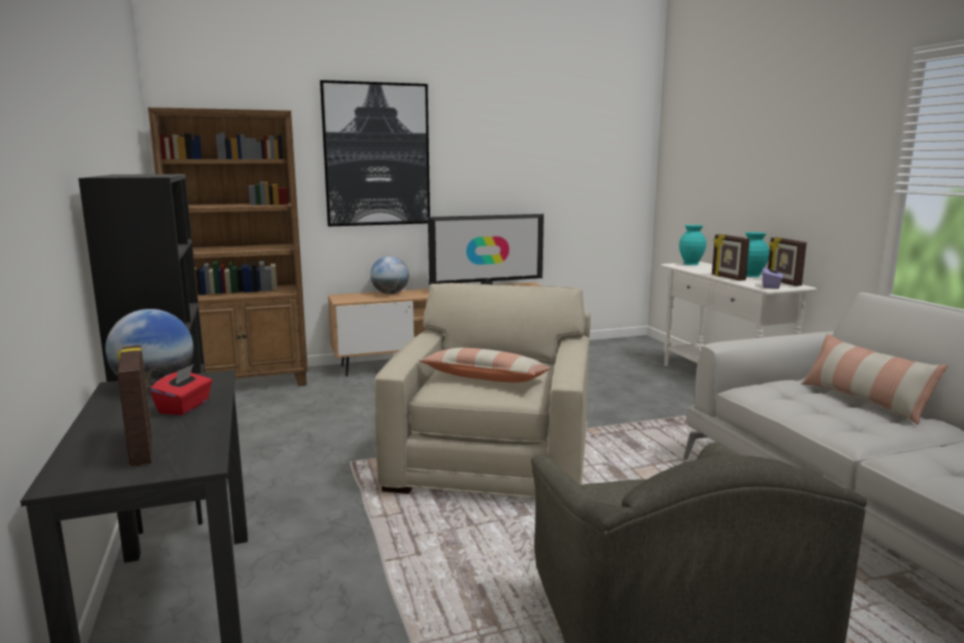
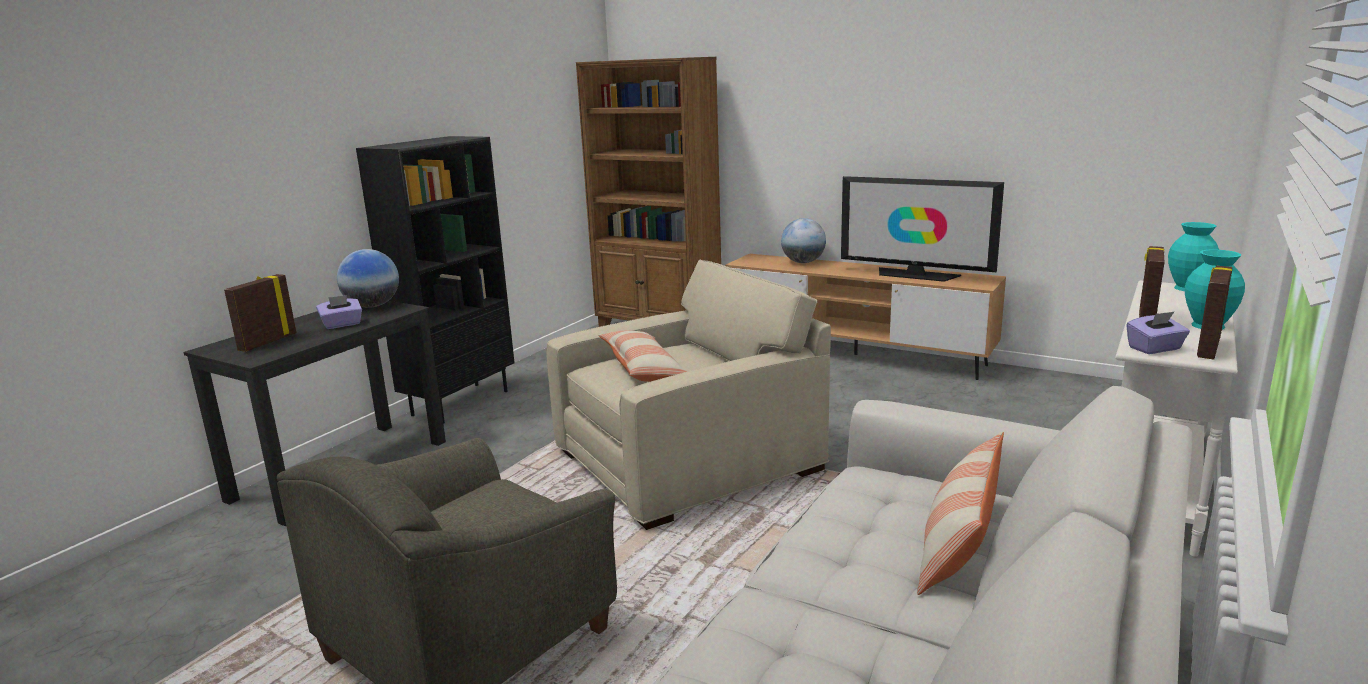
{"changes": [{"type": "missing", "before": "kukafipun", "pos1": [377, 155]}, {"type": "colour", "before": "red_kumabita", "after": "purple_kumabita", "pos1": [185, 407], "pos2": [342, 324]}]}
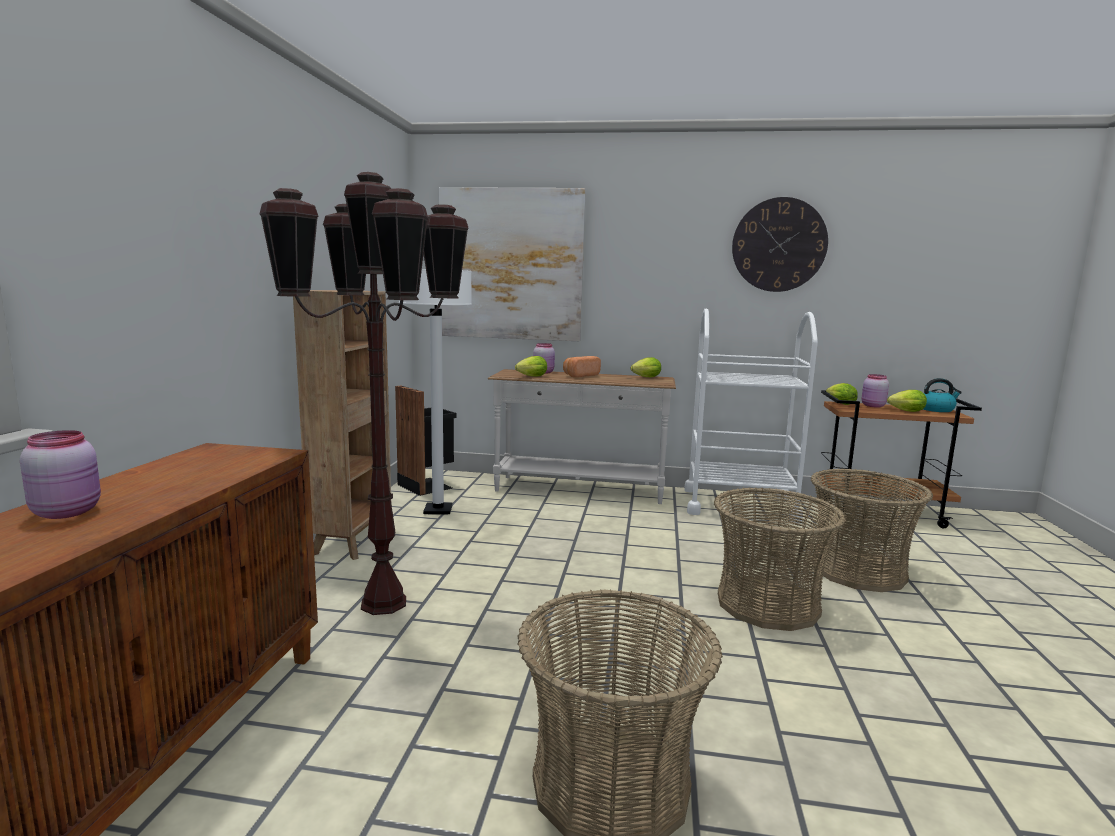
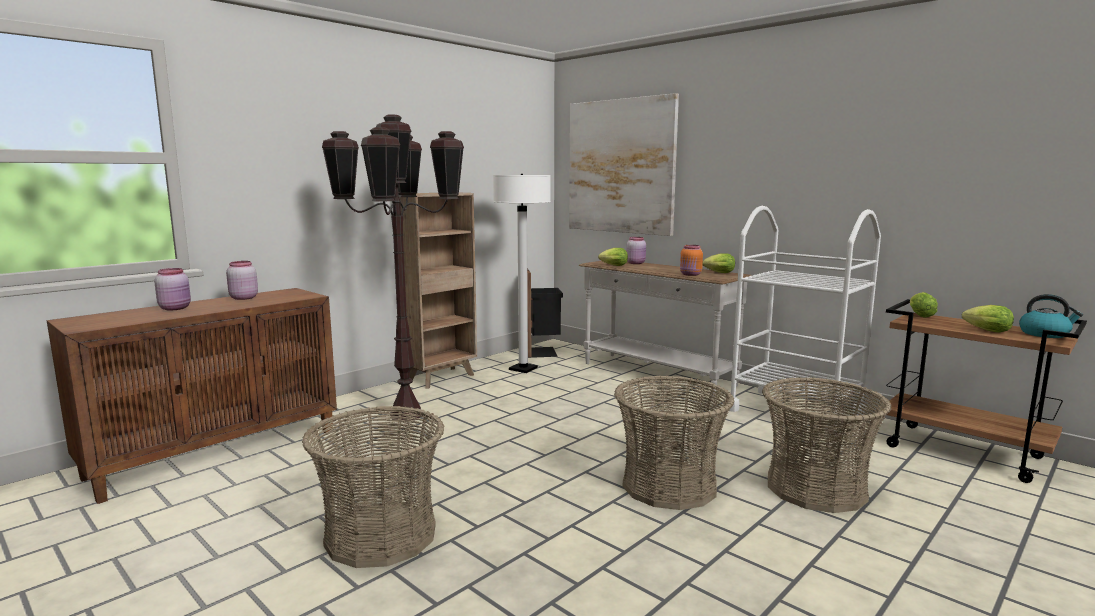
{"changes": [{"type": "missing", "before": "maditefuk", "pos1": [580, 375]}, {"type": "missing", "before": "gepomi", "pos1": [779, 245]}, {"type": "appeared", "after": "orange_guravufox", "pos2": [691, 274]}, {"type": "relocated", "before": "pink_guravufox", "pos1": [872, 406], "pos2": [243, 298]}]}
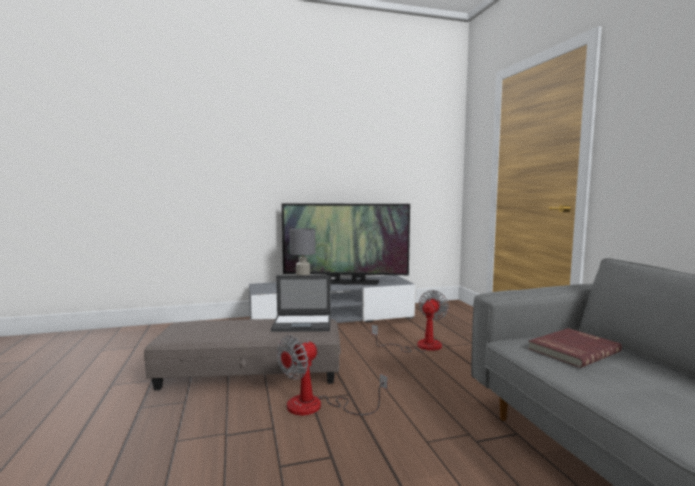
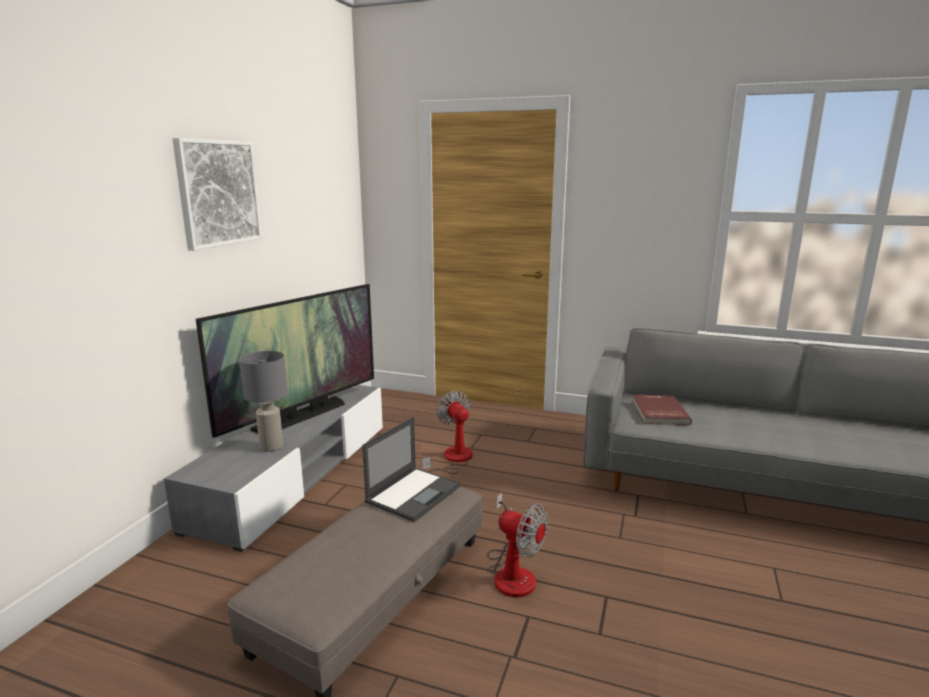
{"changes": [{"type": "appeared", "after": "kukafipun", "pos2": [218, 193]}, {"type": "spun", "before": "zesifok", "pos1": [317, 406], "pos2": [512, 572], "turn": -45}]}
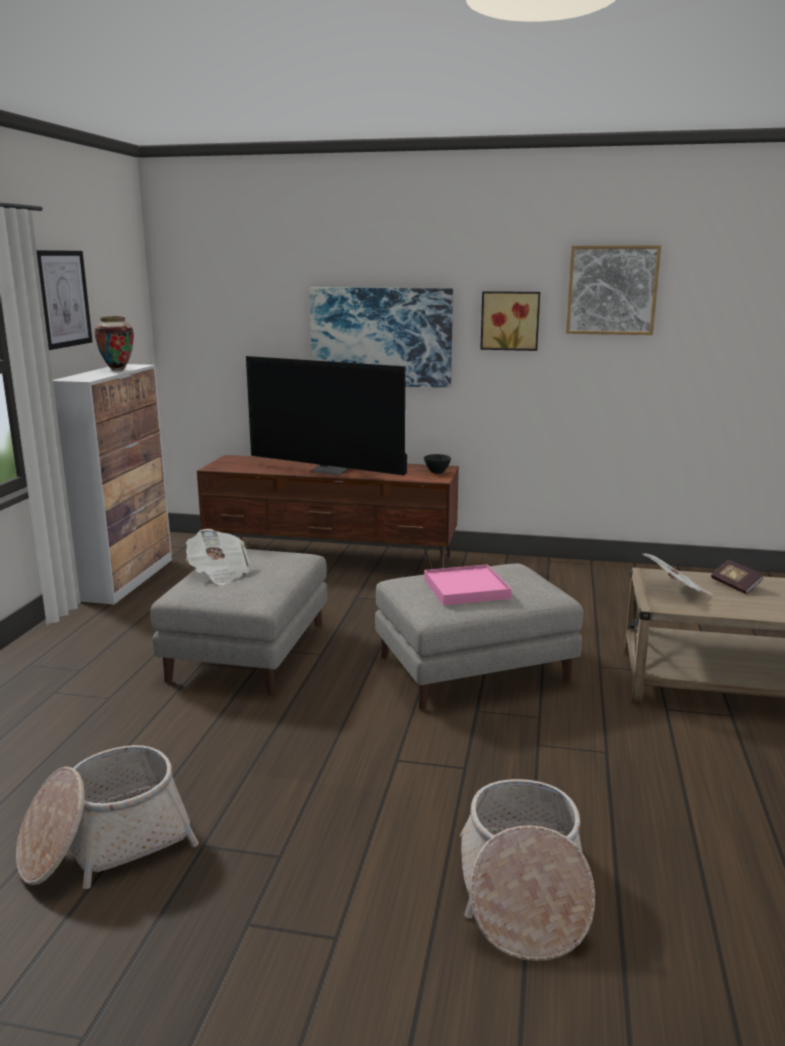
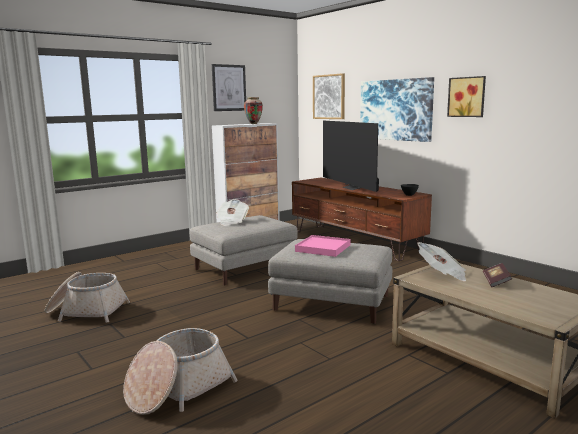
{"changes": [{"type": "relocated", "before": "kukafipun", "pos1": [612, 290], "pos2": [329, 97]}]}
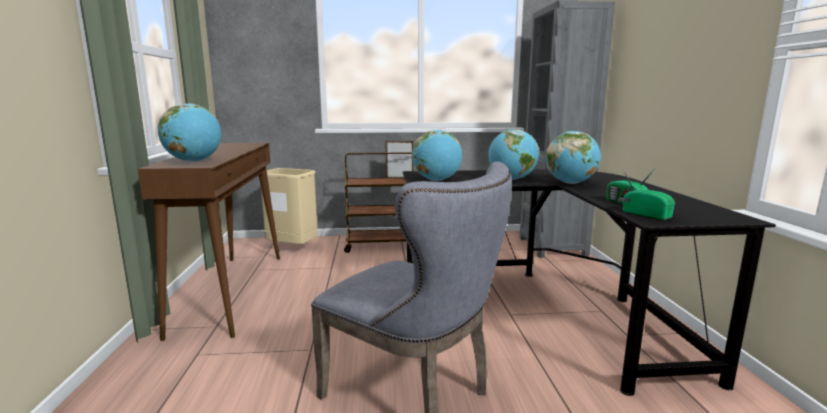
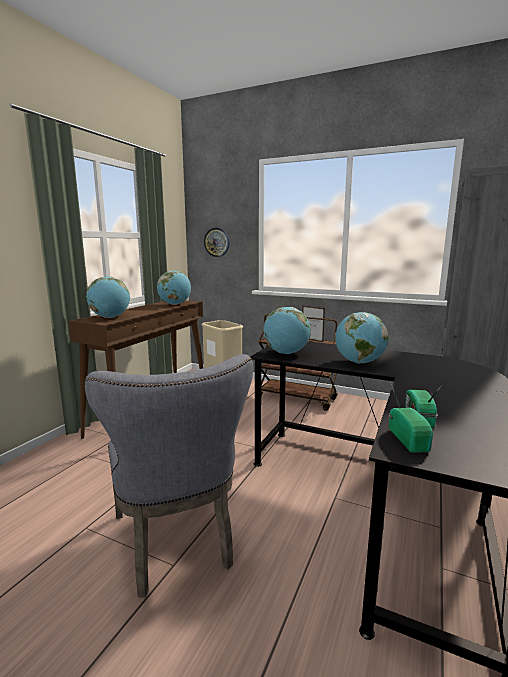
{"changes": [{"type": "appeared", "after": "gepomi", "pos2": [217, 242]}, {"type": "relocated", "before": "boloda", "pos1": [570, 183], "pos2": [175, 304]}]}
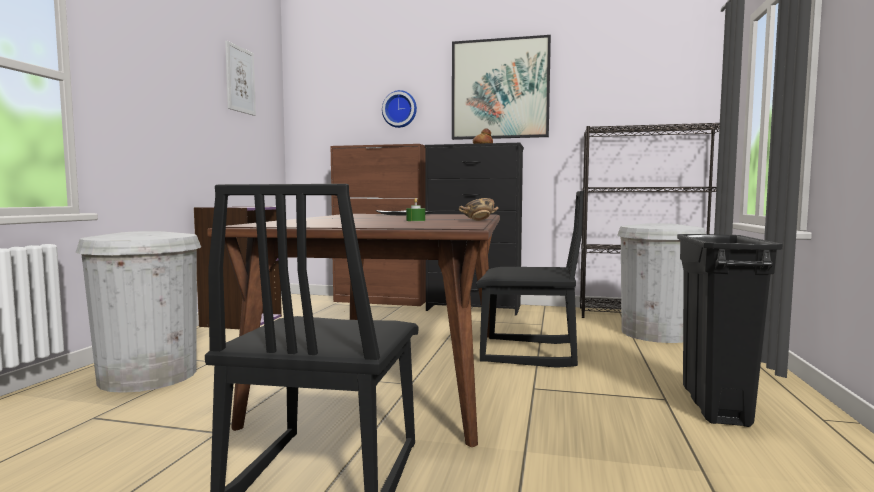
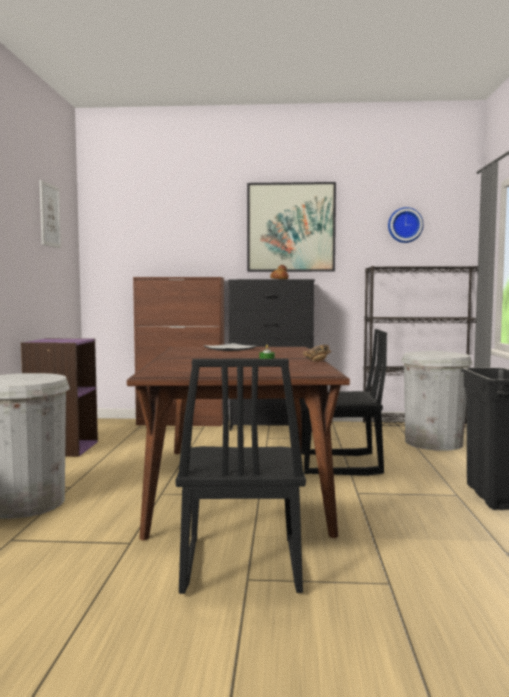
{"changes": [{"type": "relocated", "before": "gepomi", "pos1": [400, 109], "pos2": [405, 225]}]}
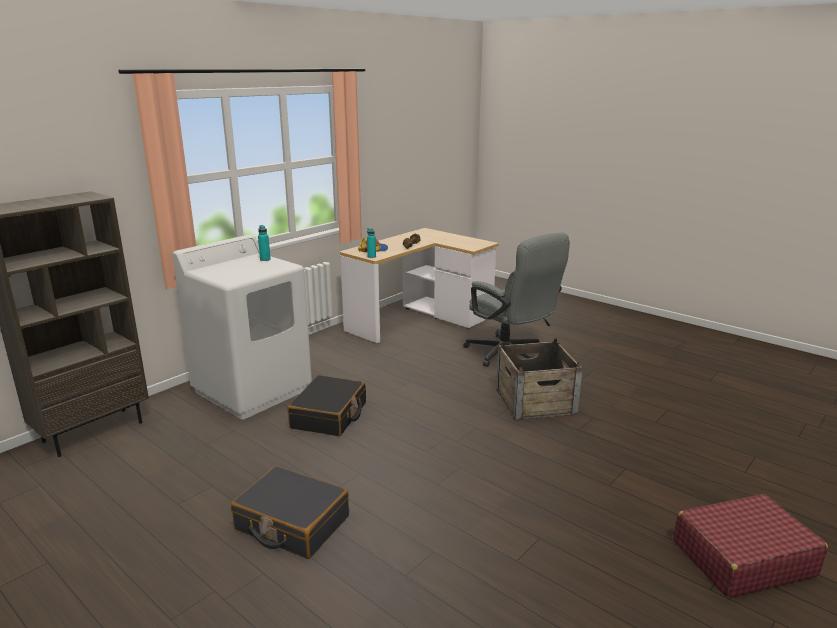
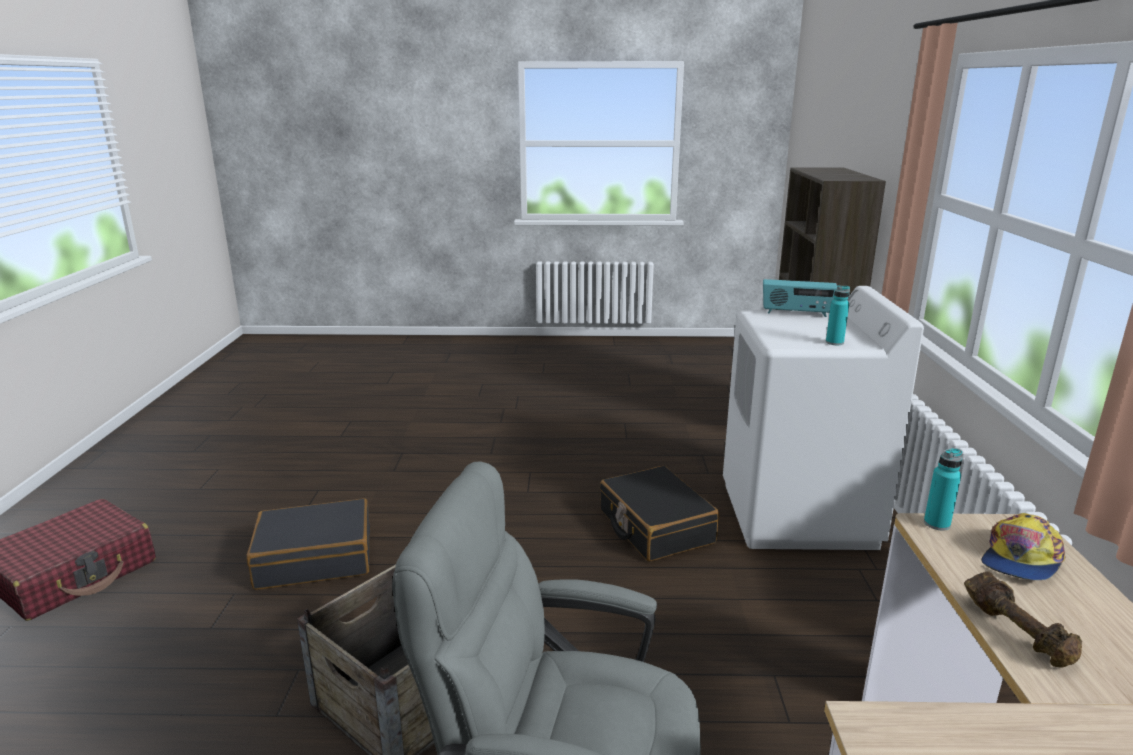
{"changes": [{"type": "appeared", "after": "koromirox", "pos2": [796, 313]}, {"type": "relocated", "before": "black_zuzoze", "pos1": [292, 523], "pos2": [315, 558]}]}
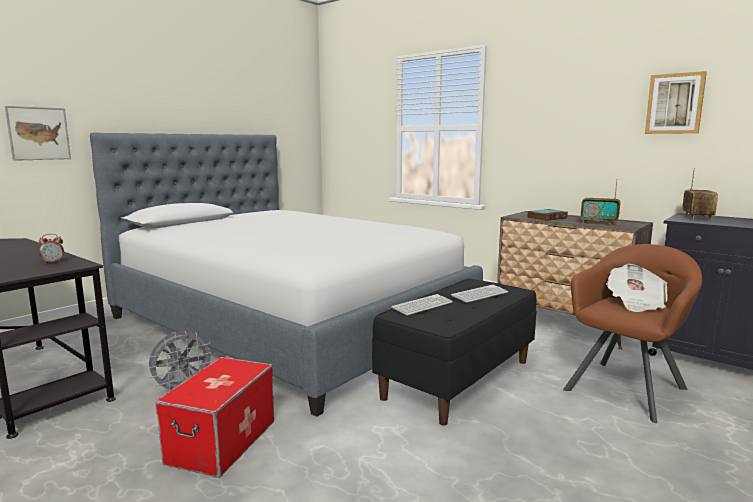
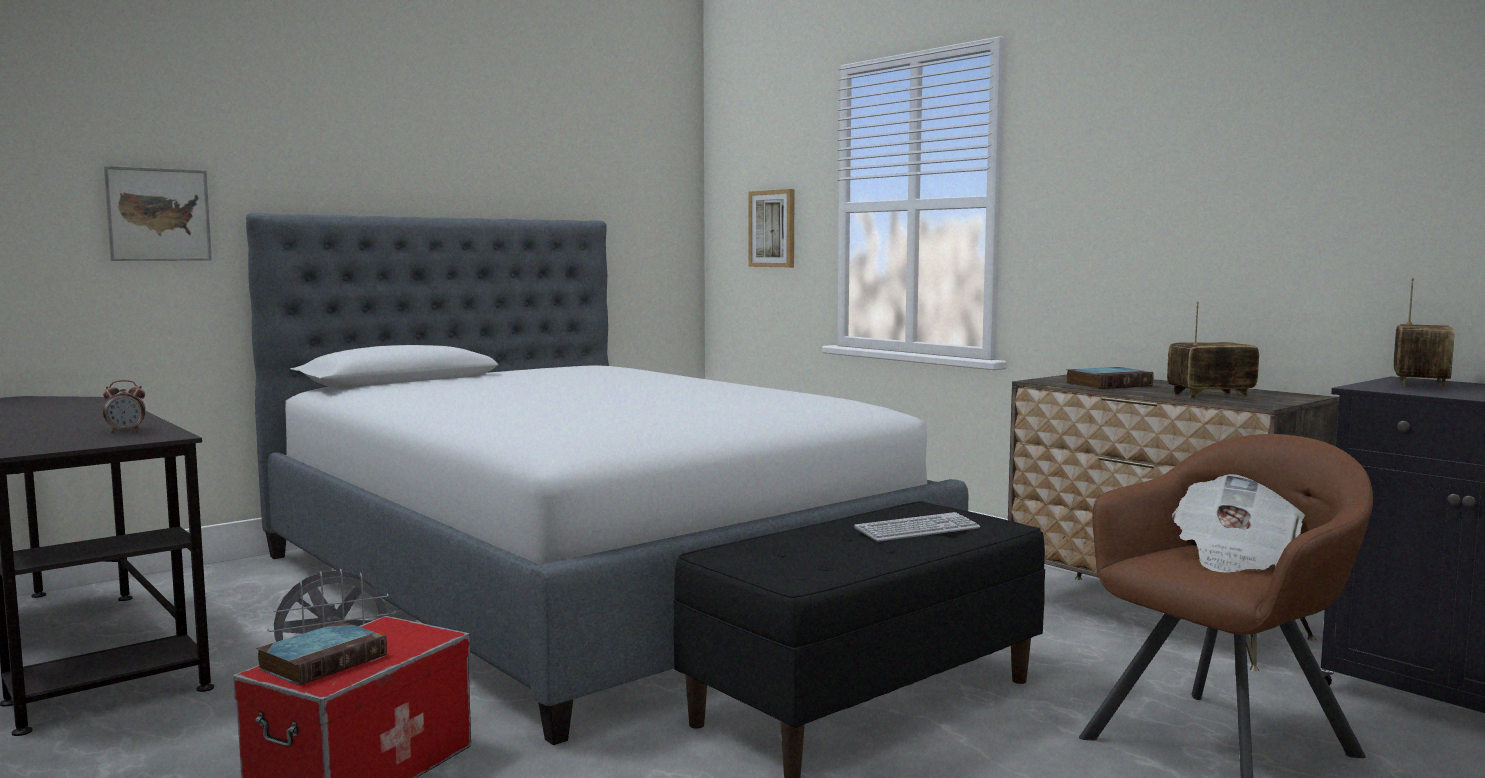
{"changes": [{"type": "missing", "before": "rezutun", "pos1": [422, 306]}, {"type": "appeared", "after": "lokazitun", "pos2": [324, 661]}, {"type": "relocated", "before": "kukafipun", "pos1": [674, 104], "pos2": [773, 228]}, {"type": "spun", "before": "koromirox", "pos1": [599, 223], "pos2": [1210, 395], "turn": 135}]}
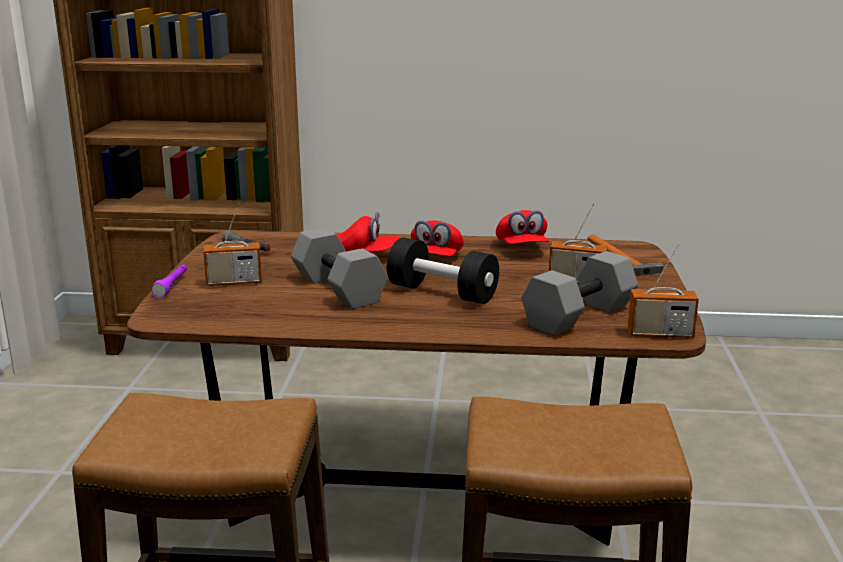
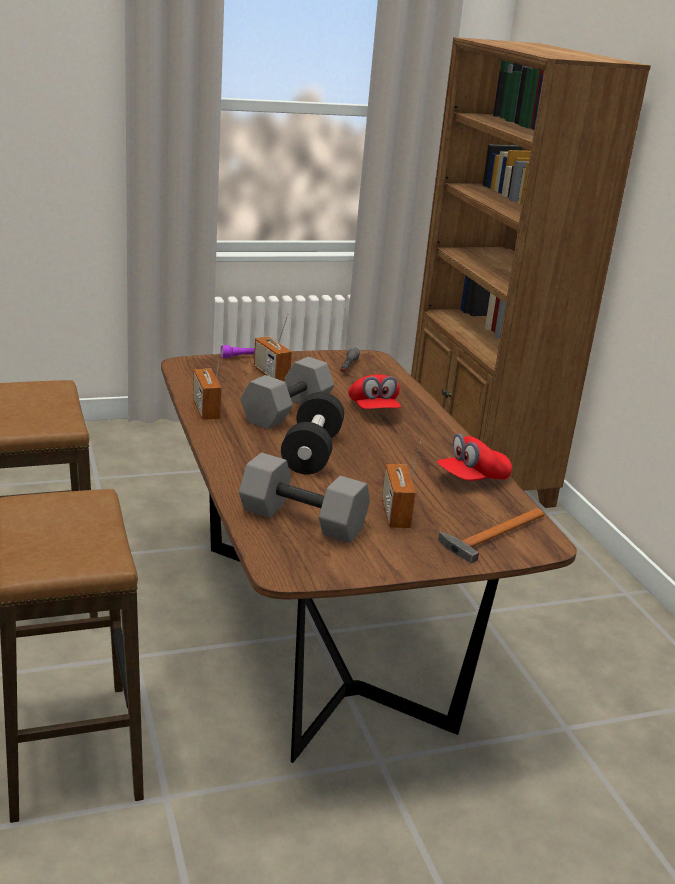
{"changes": [{"type": "missing", "before": "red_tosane", "pos1": [436, 260]}, {"type": "relocated", "before": "koromirox", "pos1": [660, 334], "pos2": [206, 410]}]}
